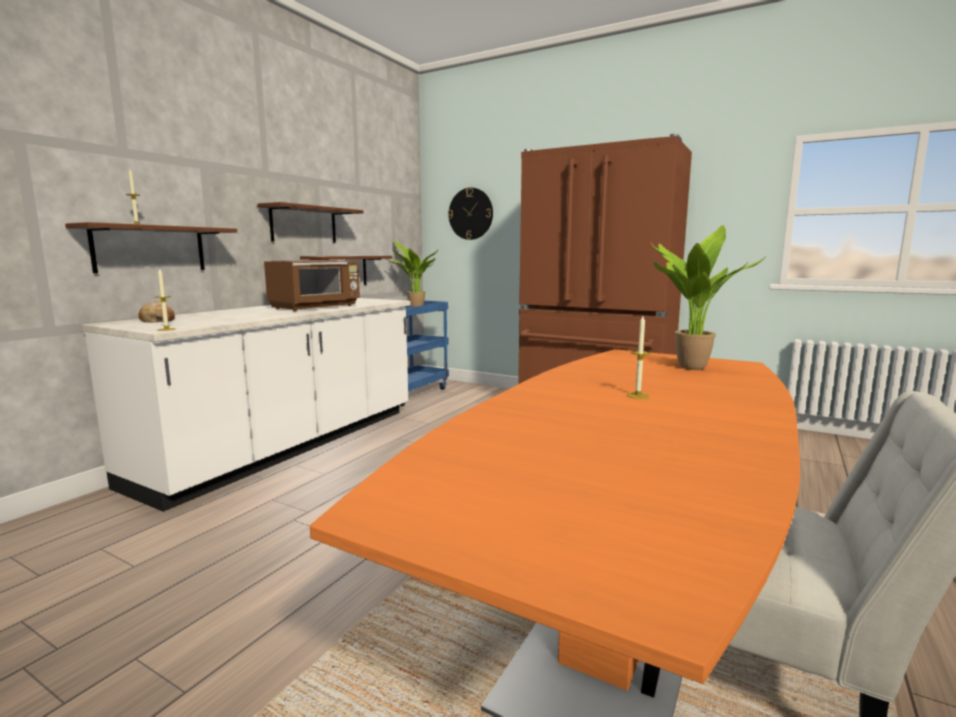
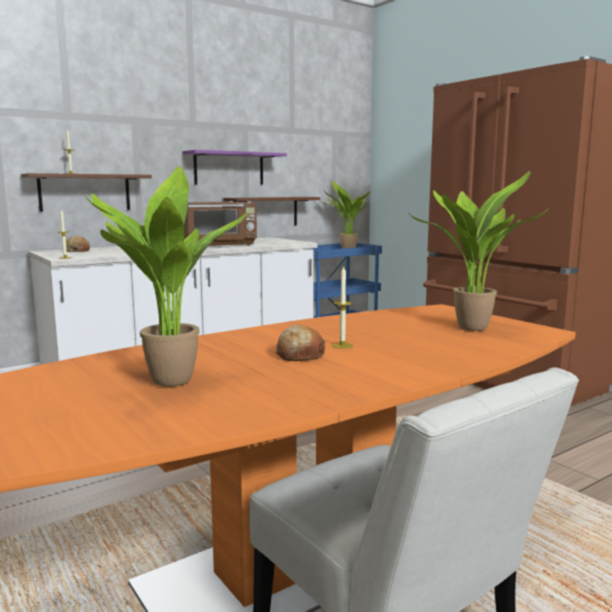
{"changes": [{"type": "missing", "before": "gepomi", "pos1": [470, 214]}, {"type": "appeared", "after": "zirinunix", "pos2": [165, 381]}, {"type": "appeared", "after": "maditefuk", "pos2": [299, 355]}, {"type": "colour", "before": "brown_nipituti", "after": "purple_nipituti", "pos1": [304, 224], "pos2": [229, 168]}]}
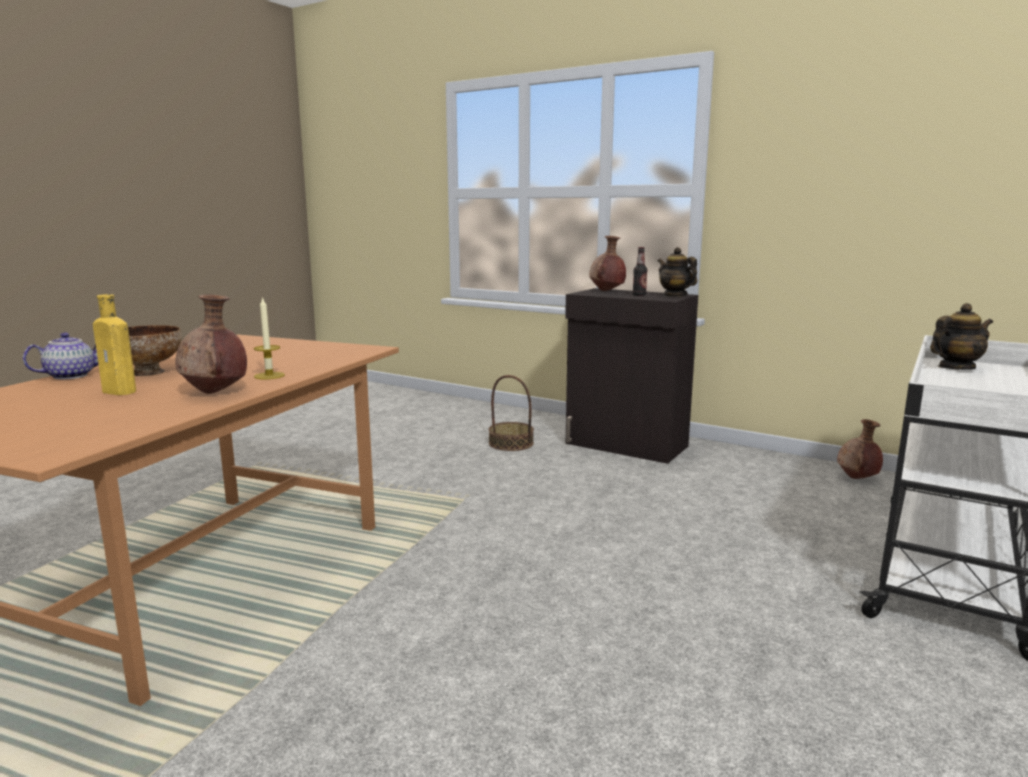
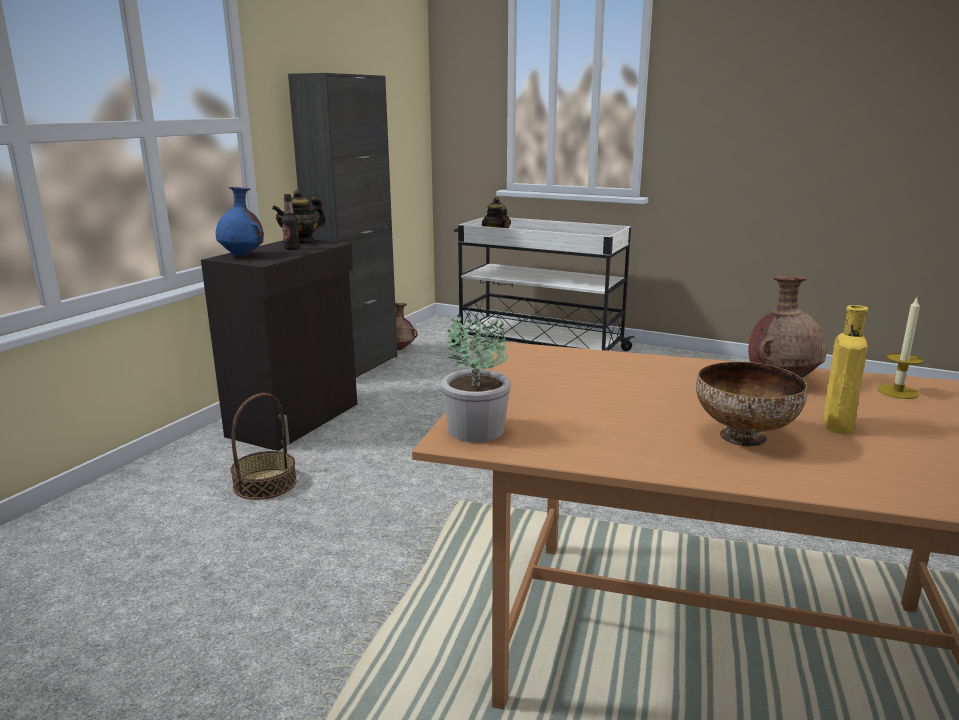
{"changes": [{"type": "missing", "before": "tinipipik", "pos1": [71, 376]}, {"type": "appeared", "after": "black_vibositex", "pos2": [357, 366]}, {"type": "appeared", "after": "zirinunix", "pos2": [475, 430]}, {"type": "relocated", "before": "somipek", "pos1": [269, 376], "pos2": [897, 392]}, {"type": "colour", "before": "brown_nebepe", "after": "blue_nebepe", "pos1": [606, 291], "pos2": [243, 256]}]}
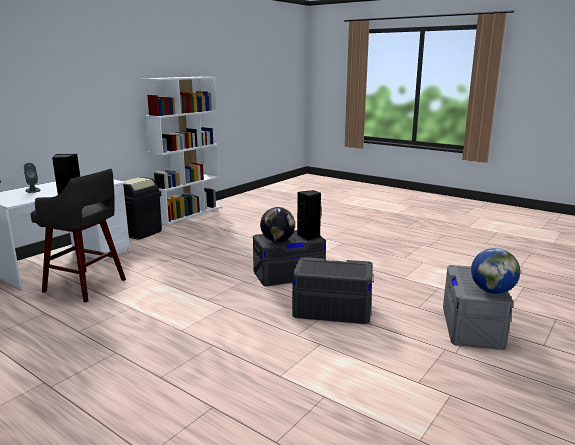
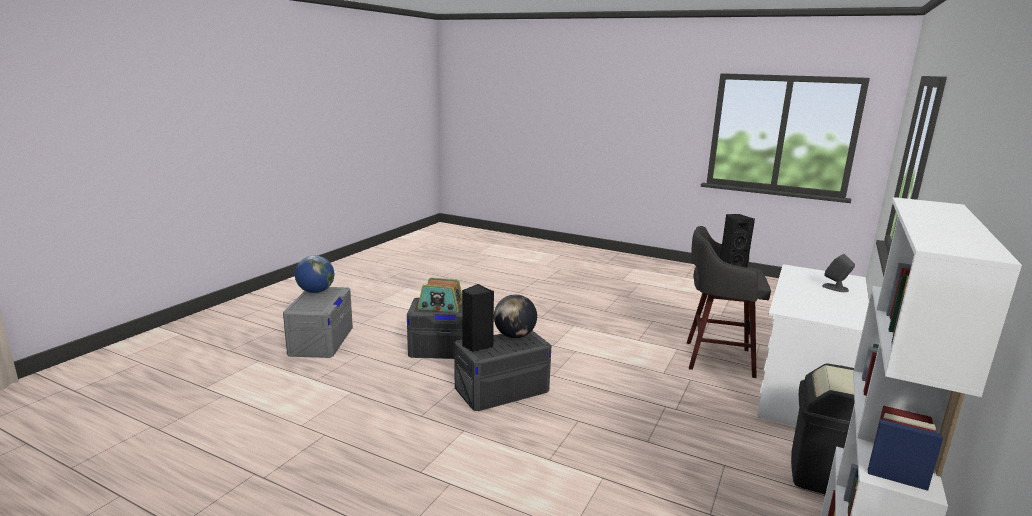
{"changes": [{"type": "appeared", "after": "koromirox", "pos2": [441, 306]}]}
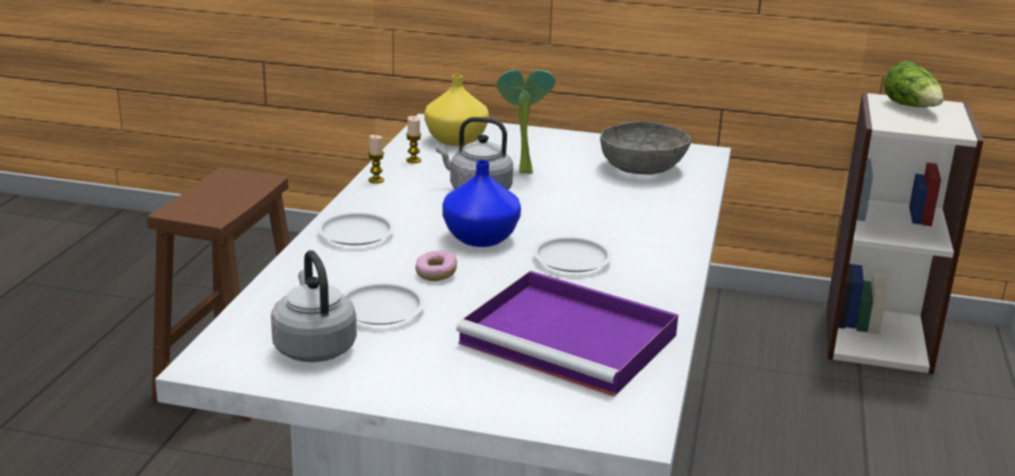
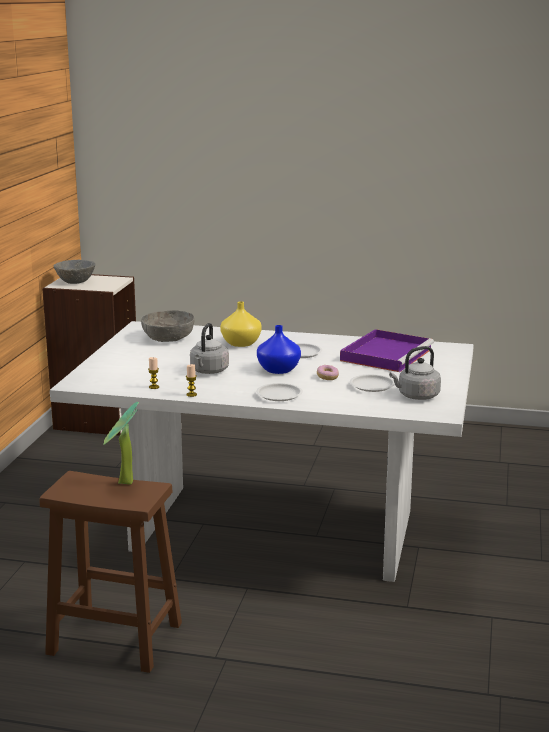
{"changes": [{"type": "relocated", "before": "yellow_nebepe", "pos1": [454, 140], "pos2": [241, 343]}, {"type": "relocated", "before": "zirinunix", "pos1": [521, 170], "pos2": [123, 484]}, {"type": "exchanged", "before": "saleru", "after": "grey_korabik", "pos1": [912, 107], "pos2": [75, 282]}]}
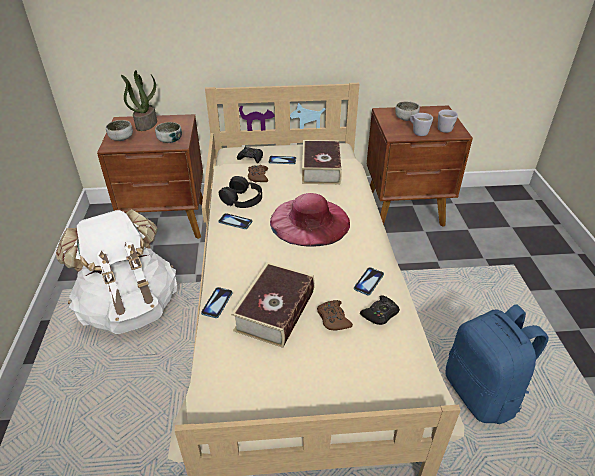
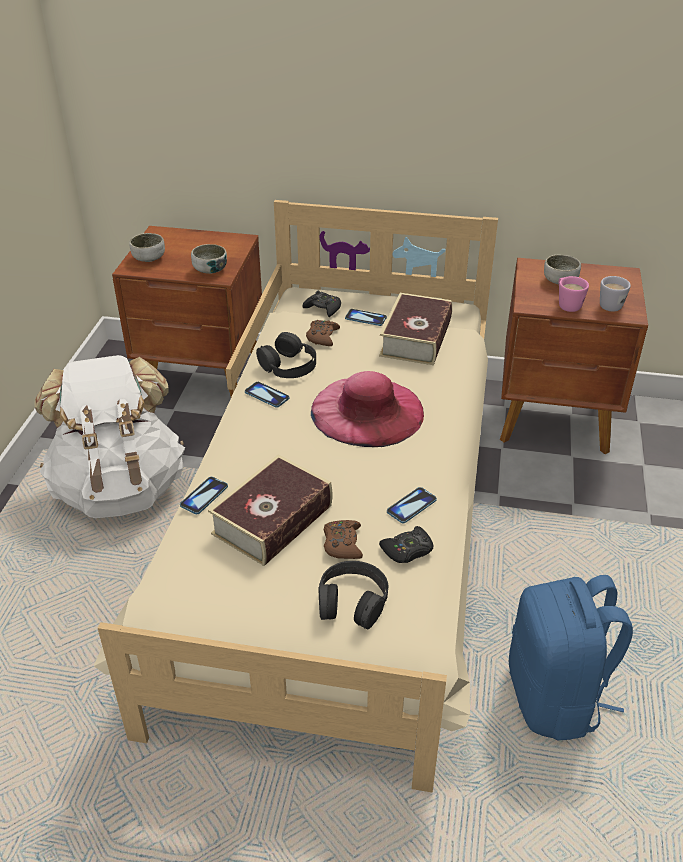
{"changes": [{"type": "missing", "before": "zirinunix", "pos1": [146, 124]}, {"type": "appeared", "after": "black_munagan", "pos2": [352, 601]}, {"type": "colour", "before": "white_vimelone", "after": "pink_vimelone", "pos1": [418, 132], "pos2": [567, 304]}]}
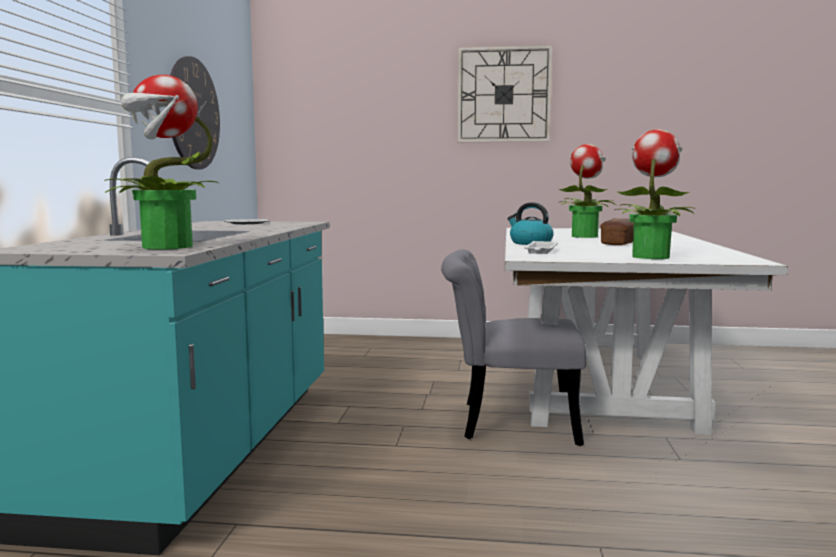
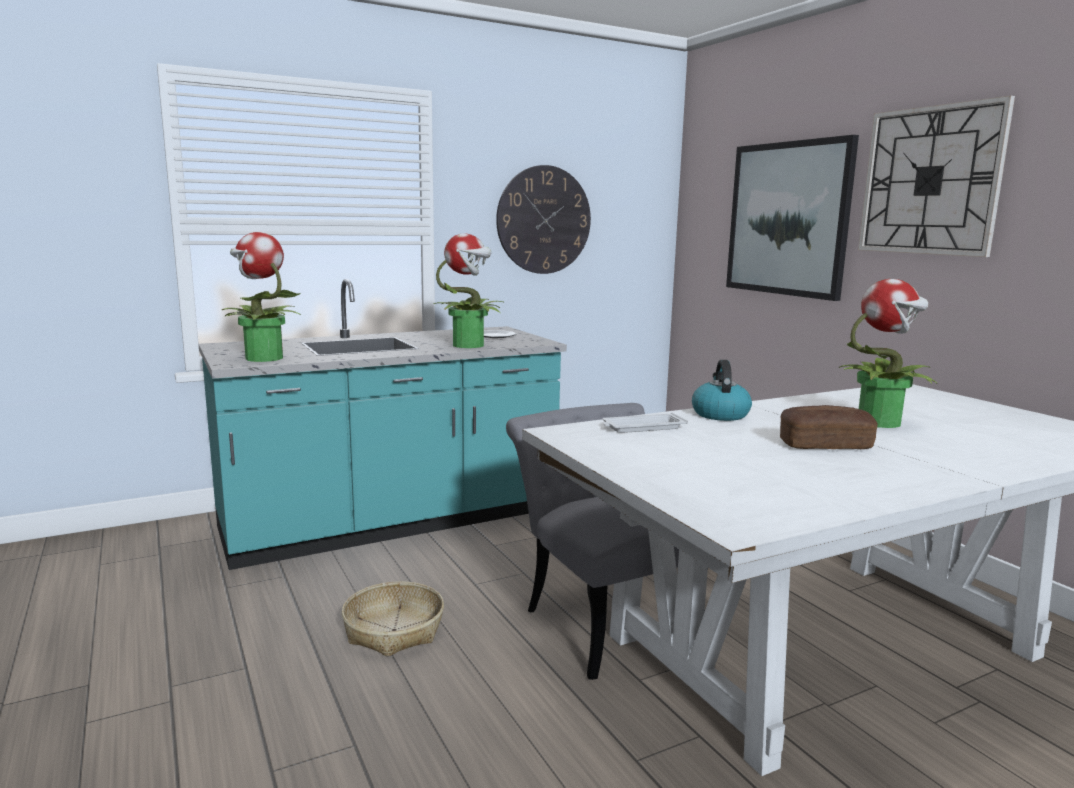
{"changes": [{"type": "appeared", "after": "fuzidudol", "pos2": [394, 630]}, {"type": "appeared", "after": "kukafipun", "pos2": [788, 219]}, {"type": "relocated", "before": "zirinunix", "pos1": [650, 257], "pos2": [469, 345]}]}
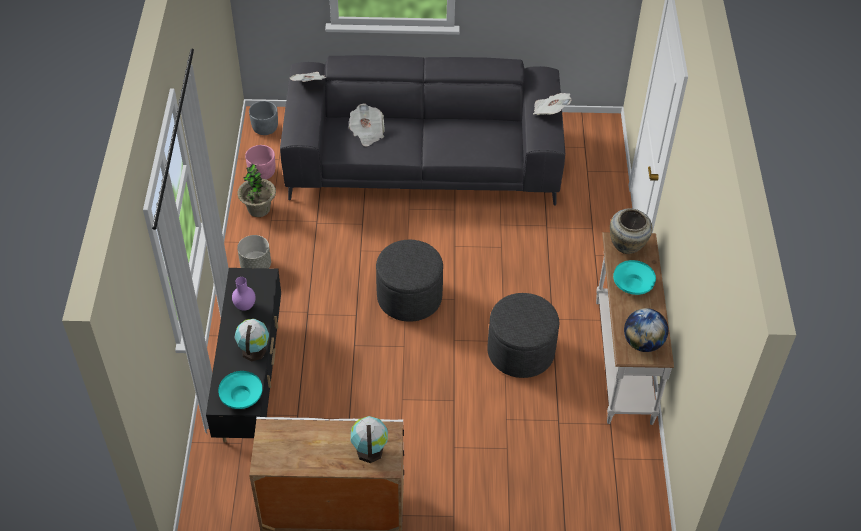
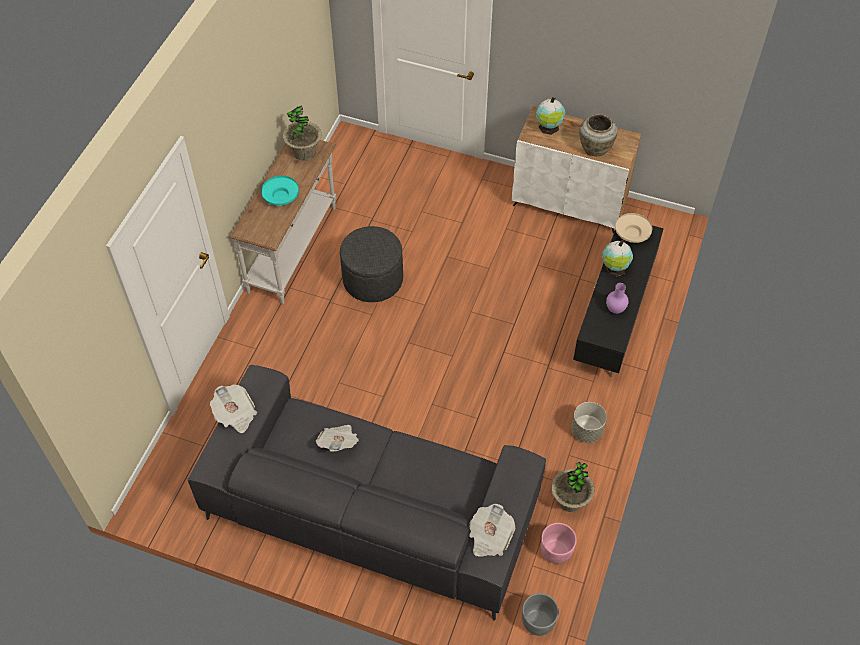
{"changes": [{"type": "missing", "before": "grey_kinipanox", "pos1": [409, 297]}, {"type": "relocated", "before": "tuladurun", "pos1": [367, 133], "pos2": [339, 443]}, {"type": "relocated", "before": "beige_nebepe", "pos1": [627, 246], "pos2": [595, 148]}, {"type": "exchanged", "before": "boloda", "after": "zirinunix", "pos1": [642, 343], "pos2": [304, 152]}, {"type": "colour", "before": "turquoise_korabik", "after": "beige_korabik", "pos1": [241, 396], "pos2": [632, 234]}]}
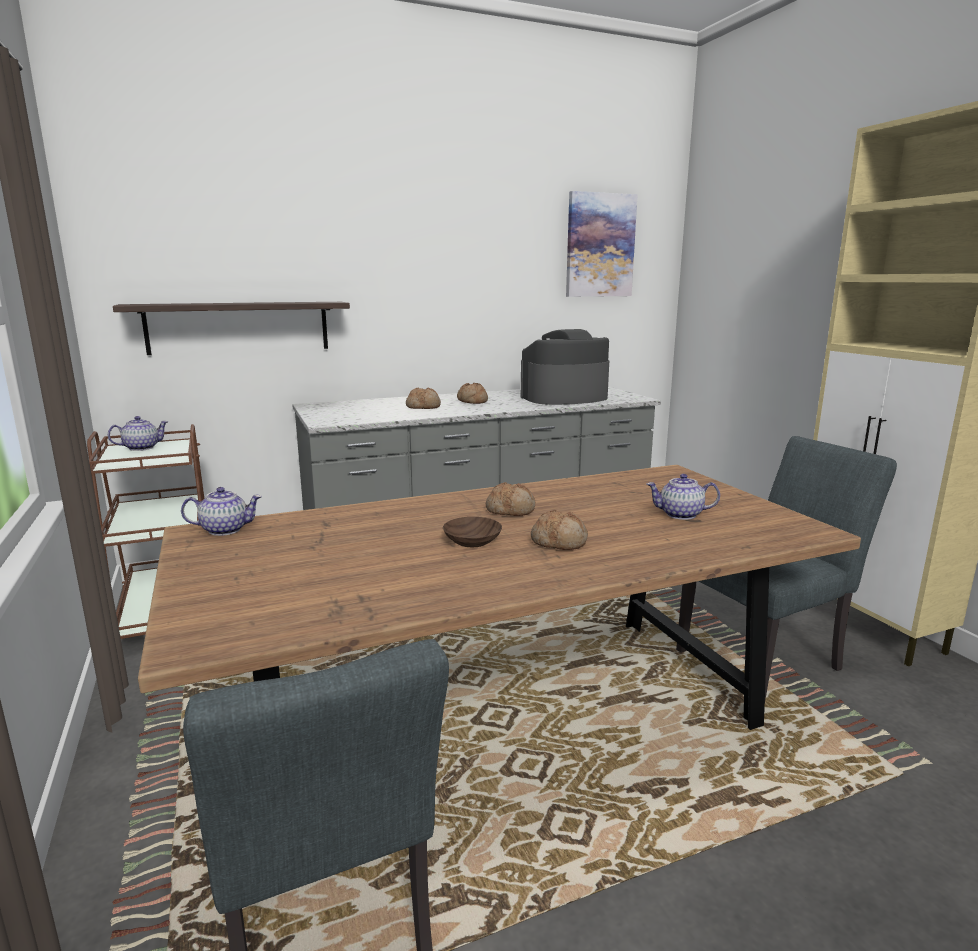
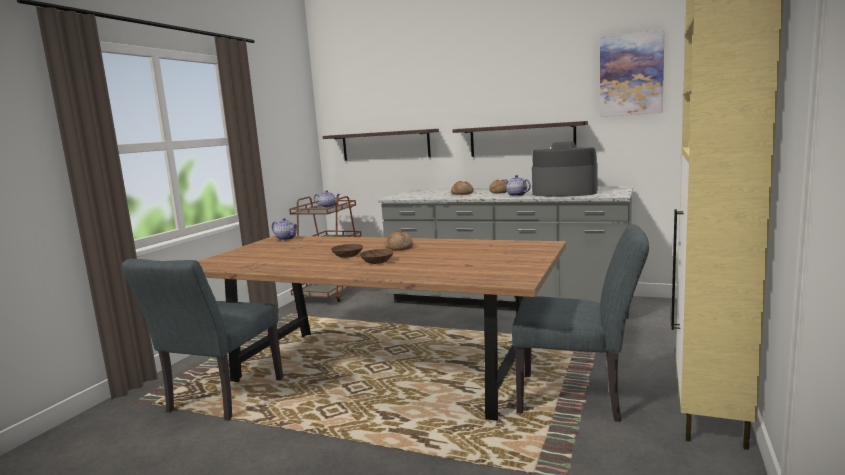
{"changes": [{"type": "appeared", "after": "nipituti", "pos2": [521, 139]}, {"type": "relocated", "before": "tinipipik", "pos1": [680, 515], "pos2": [516, 195]}, {"type": "exchanged", "before": "maditefuk", "after": "brown_korabik", "pos1": [559, 542], "pos2": [378, 261]}]}
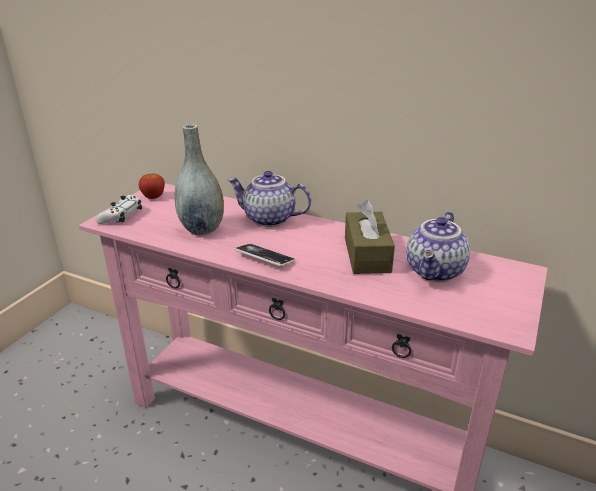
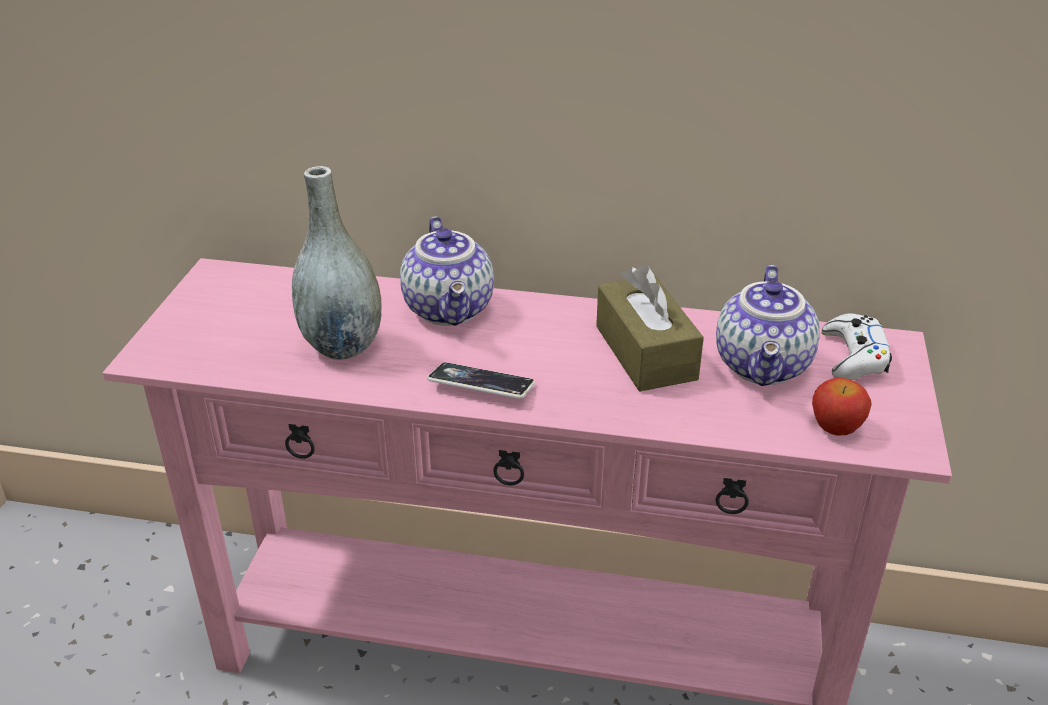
{"changes": [{"type": "relocated", "before": "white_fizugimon", "pos1": [121, 215], "pos2": [853, 357]}, {"type": "relocated", "before": "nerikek", "pos1": [153, 197], "pos2": [835, 428]}, {"type": "spun", "before": "tinipipik", "pos1": [268, 219], "pos2": [451, 309], "turn": -105}]}
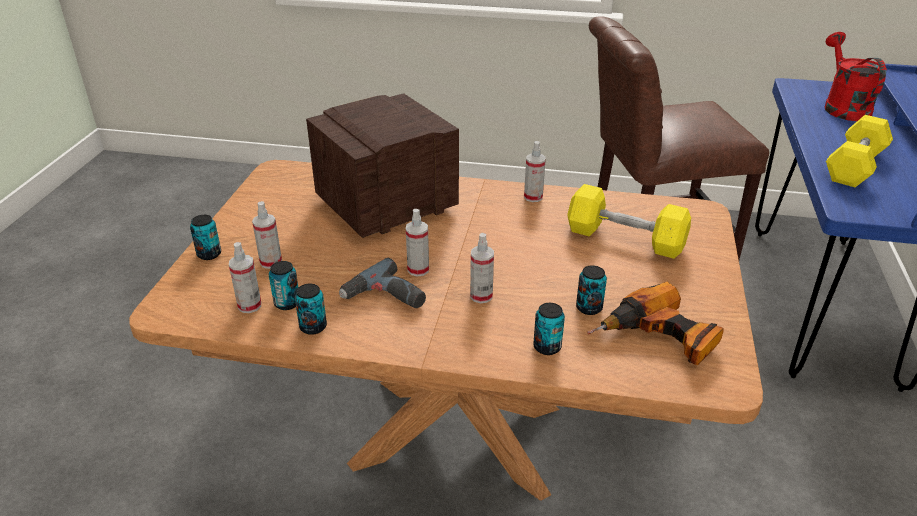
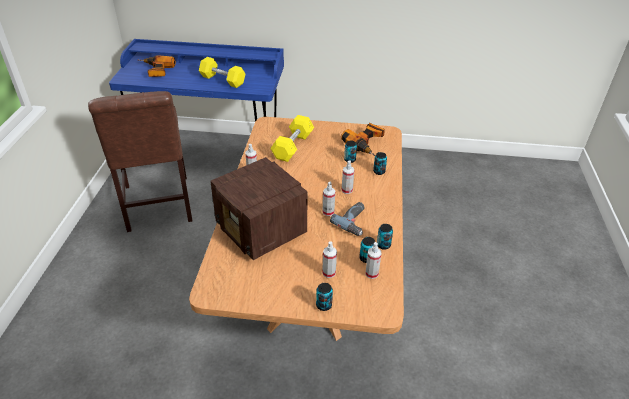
{"changes": [{"type": "exchanged", "before": "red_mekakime", "after": "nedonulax", "pos1": [842, 107], "pos2": [156, 71]}]}
